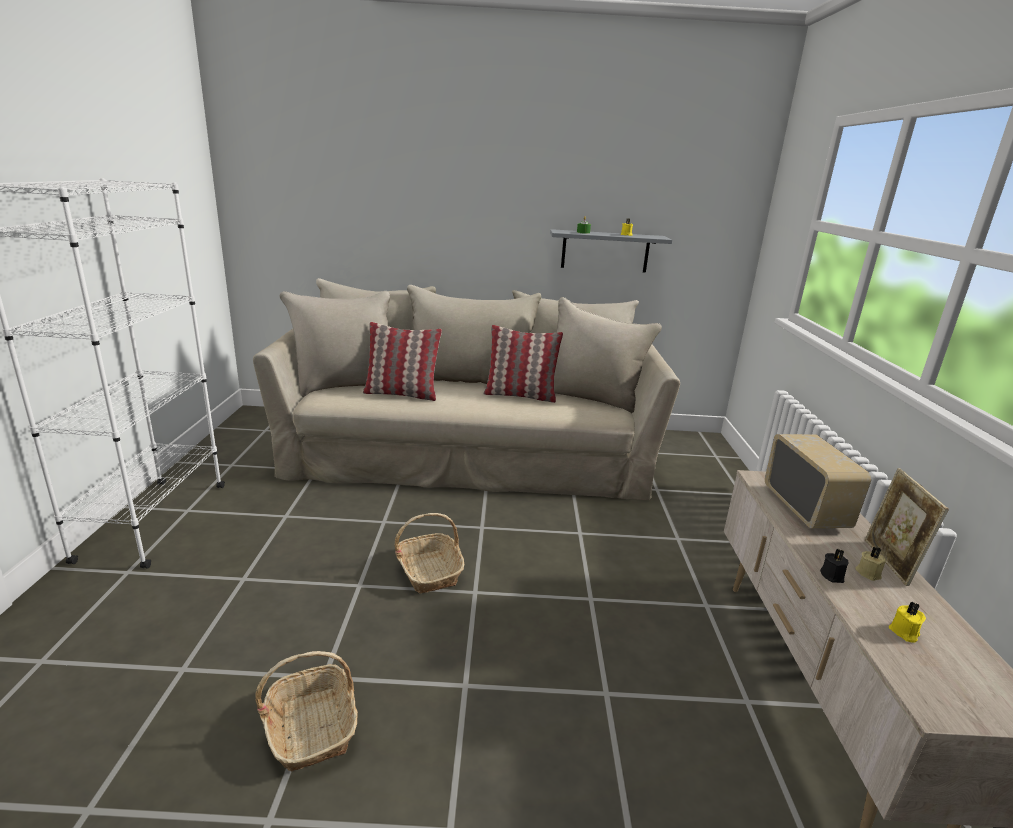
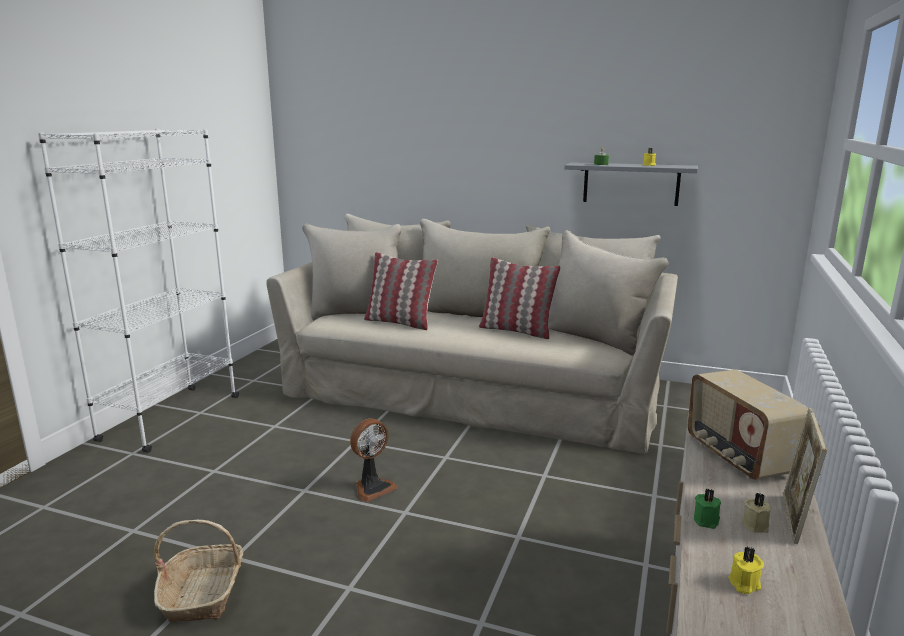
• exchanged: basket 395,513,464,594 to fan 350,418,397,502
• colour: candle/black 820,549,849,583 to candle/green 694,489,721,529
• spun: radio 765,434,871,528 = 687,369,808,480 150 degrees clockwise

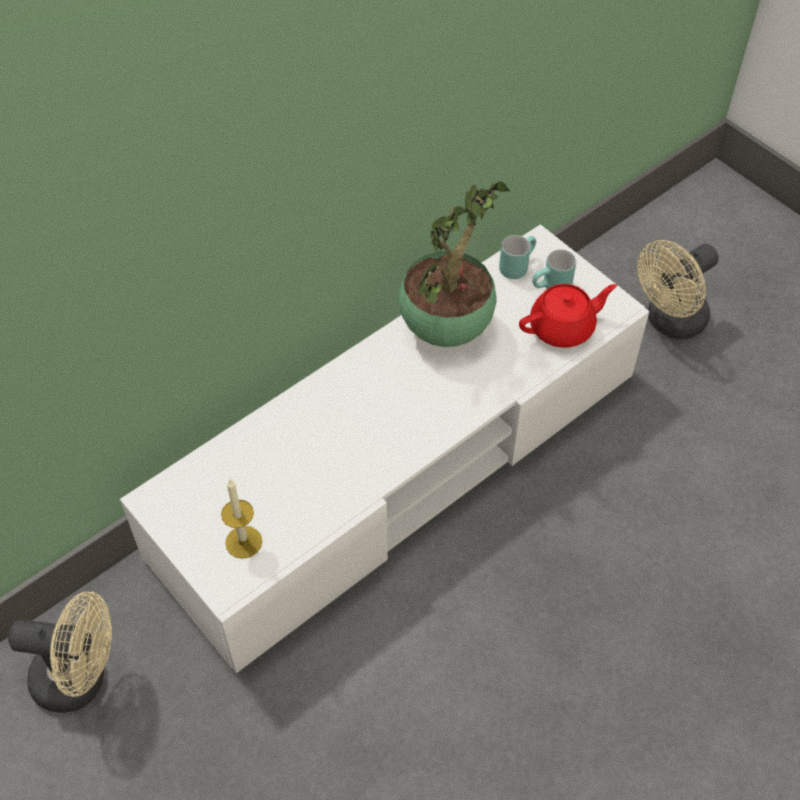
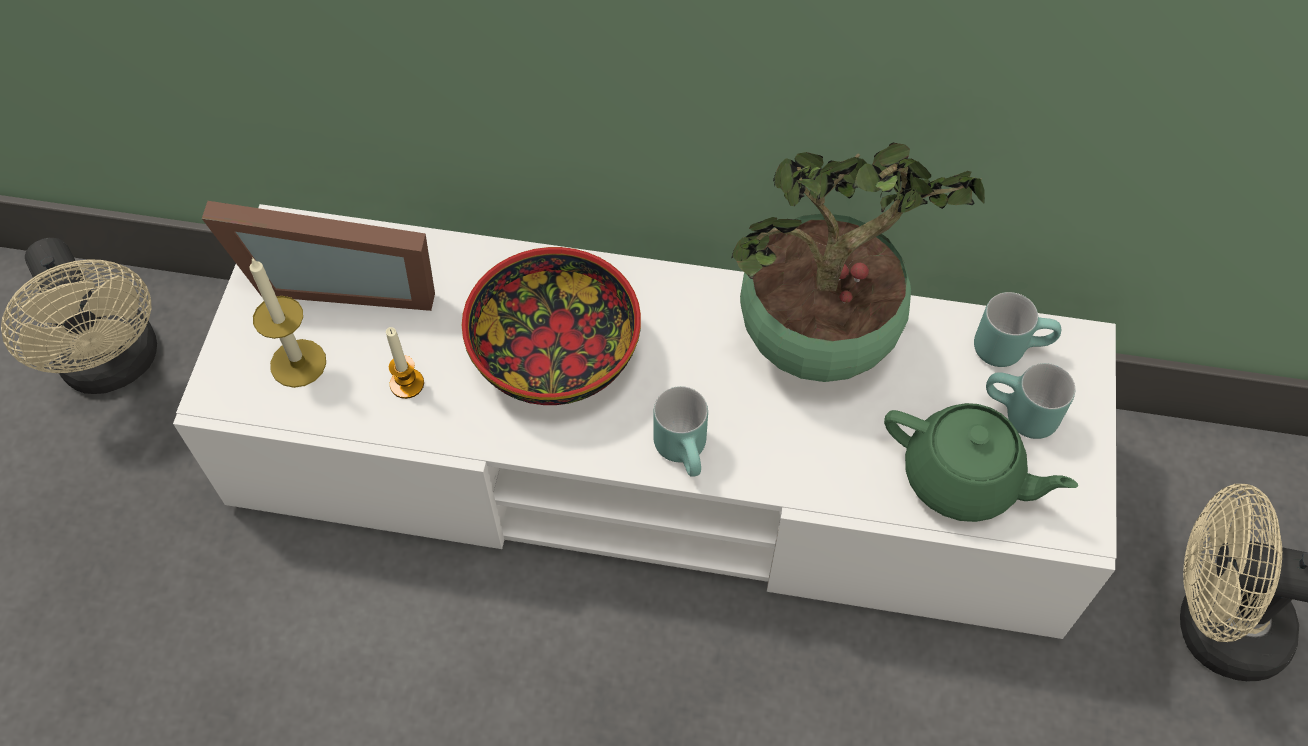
• appeared: picture frame 202,201,435,311
• appeared: candle 386,327,424,399
• appeared: bowl 462,247,641,405
• appeared: mug/turquoise 653,386,708,477
• colour: teapot/red 519,284,617,348 to teapot/green 884,403,1078,522

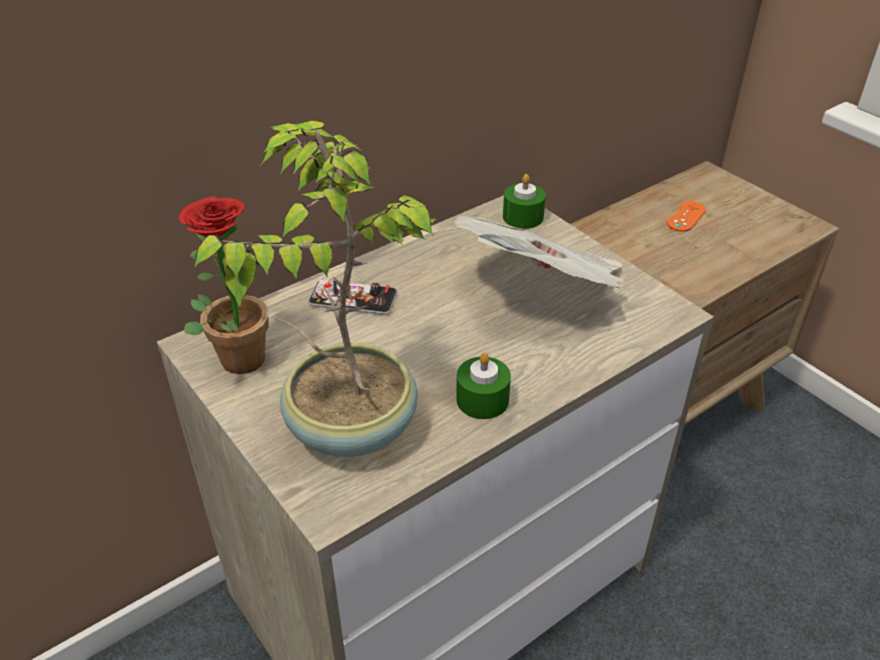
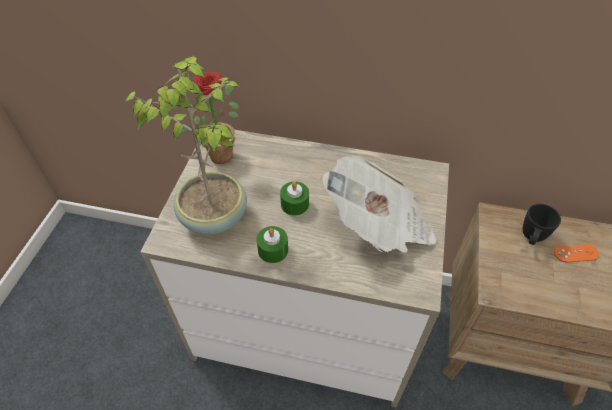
• missing: phone 308,277,397,315
• appeared: mug/black 523,204,561,245
• relocated: candle/green 503,174,546,229 to 280,181,309,216

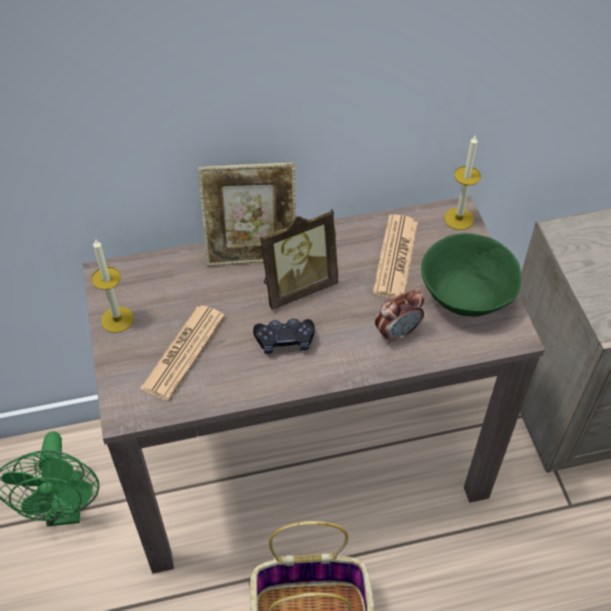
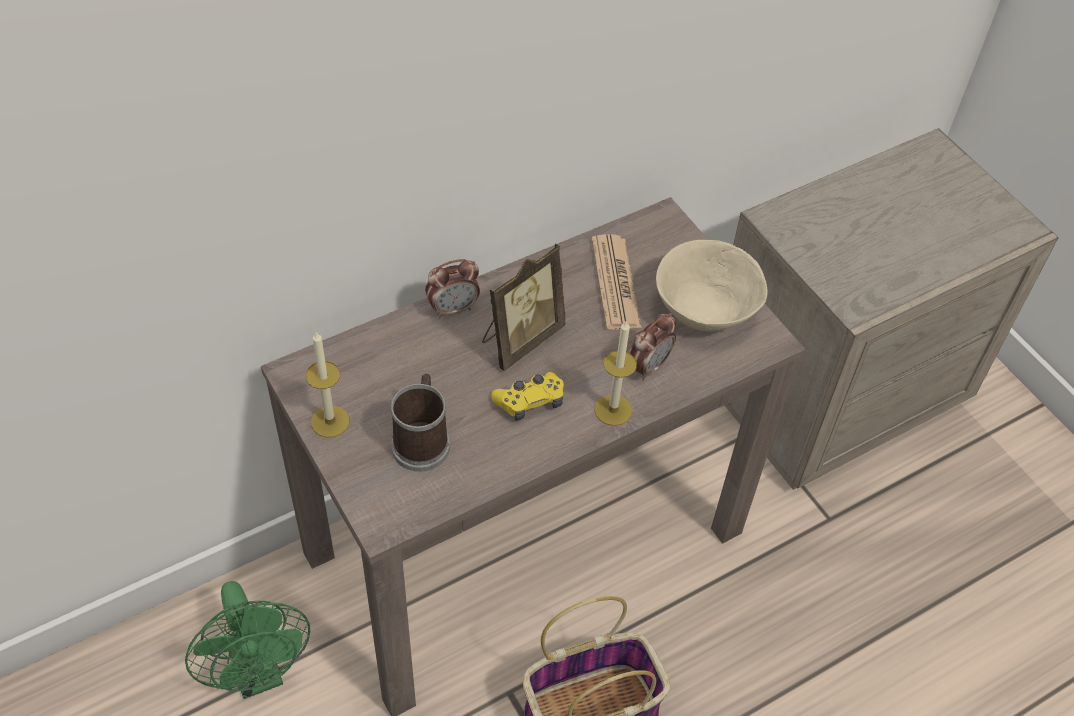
• relocated: candle 444,136,481,230 to 594,320,637,426
• exchanged: newspaper 140,306,225,400 to mug 391,374,450,472
• exchanged: picture frame 198,162,296,266 to alarm clock 425,259,480,318
• colour: game controller/black 253,318,315,354 to game controller/yellow 491,372,564,421
• colour: bowl/green 421,233,521,316 to bowl/beige 656,240,768,332

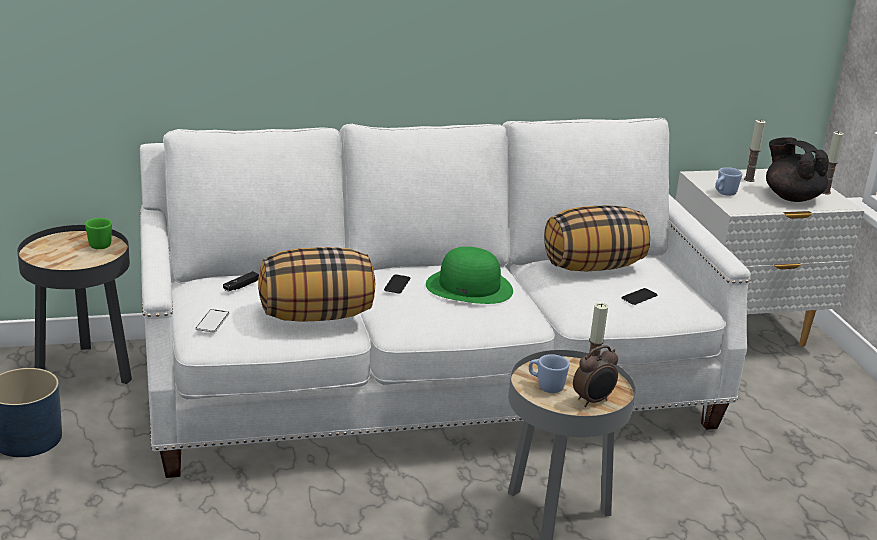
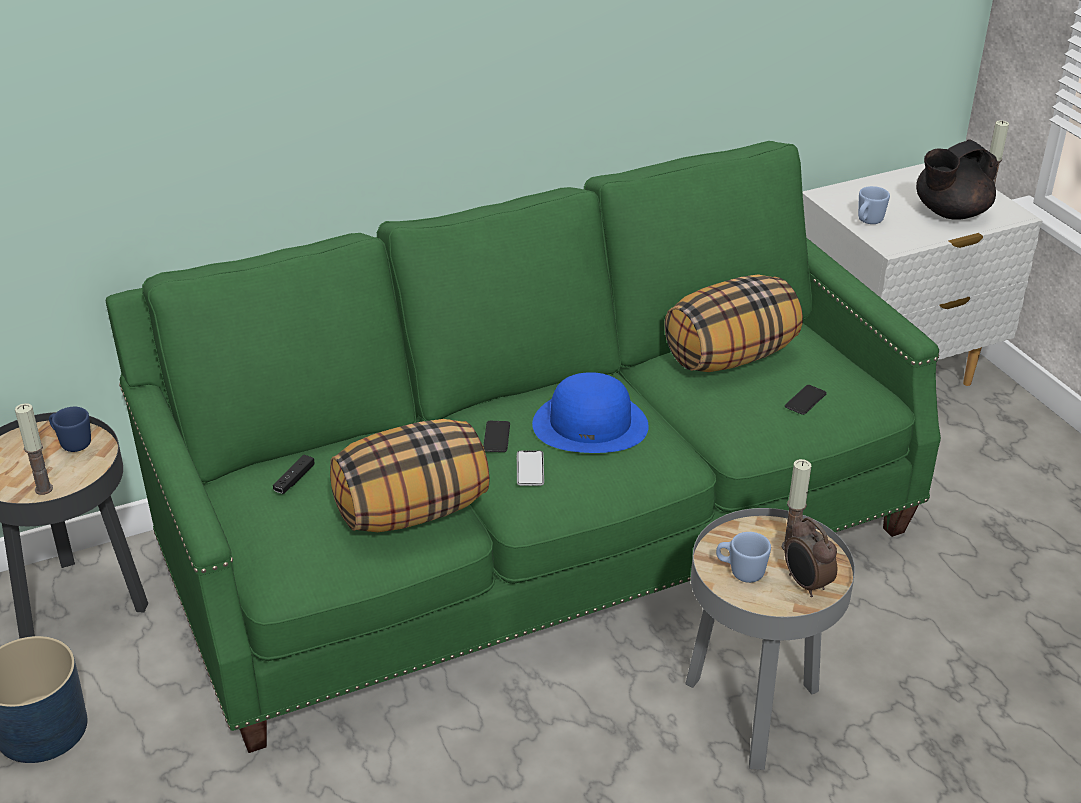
• relocated: phone 195,309,229,332 to 517,450,544,486
• relocated: candle 744,120,766,182 to 15,403,53,495
• colour: mug/green 85,218,112,249 to mug/blue 49,407,91,452
• colour: sofa/white 140,118,751,478 to sofa/green 106,141,941,753
• colour: hat/green 426,247,513,304 to hat/blue 532,372,649,453
• spun: alarm clock 573,345,618,407 = 785,516,837,597 105 degrees clockwise
• spun: teapot/black 766,137,829,202 = 916,139,998,220 75 degrees counterclockwise

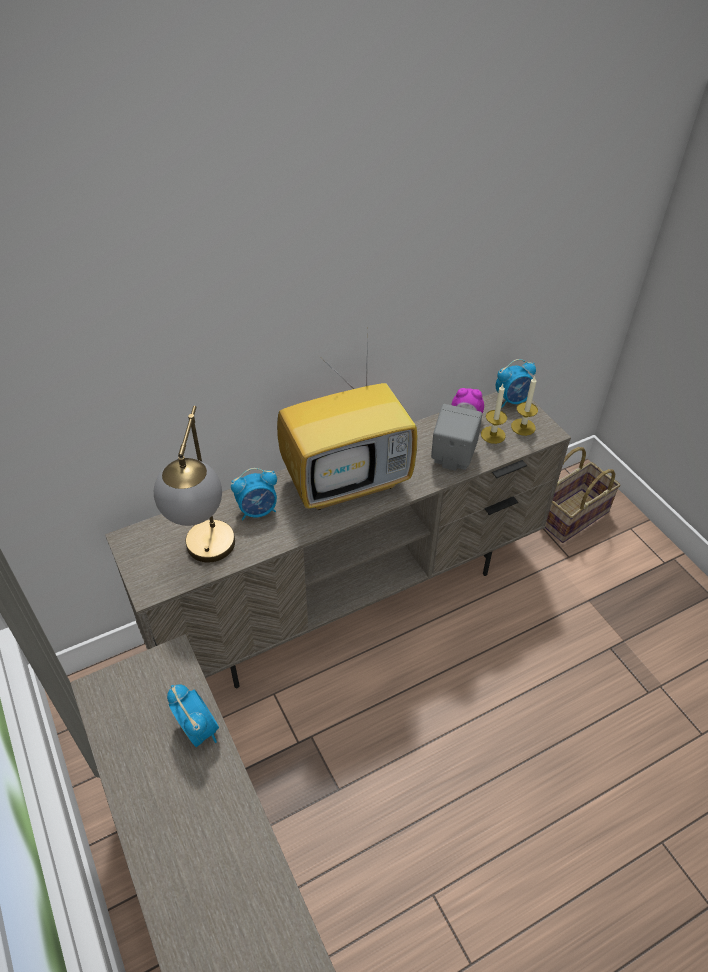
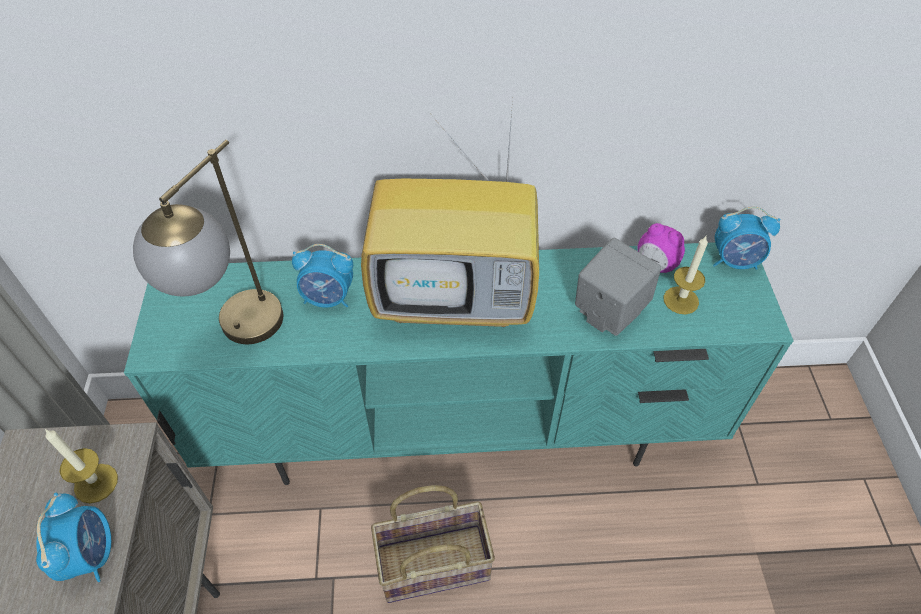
• relocated: candle 511,376,538,436 to 45,429,118,503
• relocated: basket 545,447,621,543 to 371,485,495,603
• colour: tv stand/beige 105,392,571,688 to tv stand/turquoise 124,242,794,485

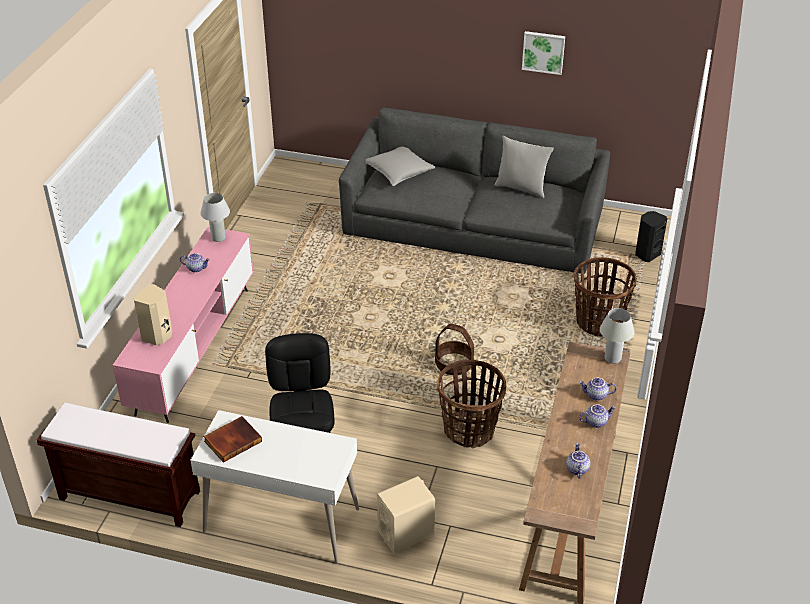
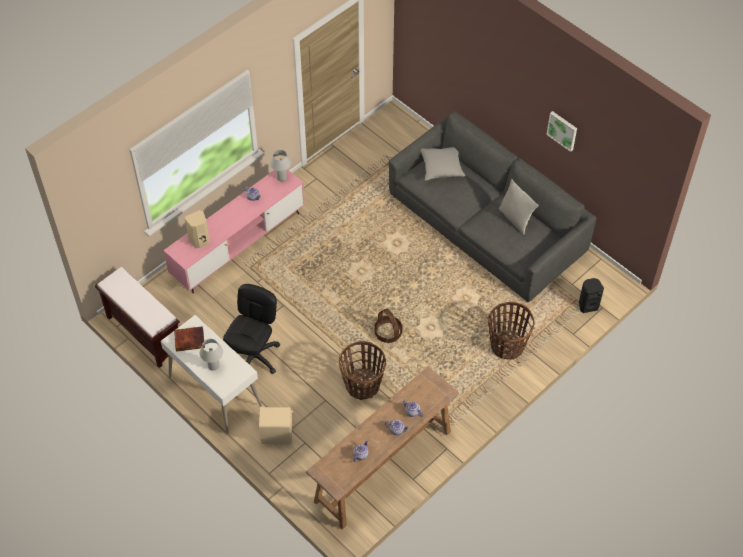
• relocated: table lamp/white 600,308,634,364 to 200,339,223,371

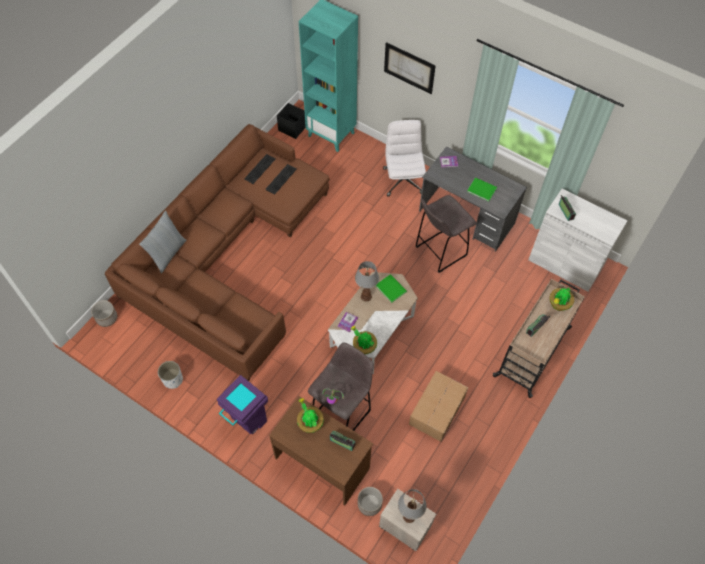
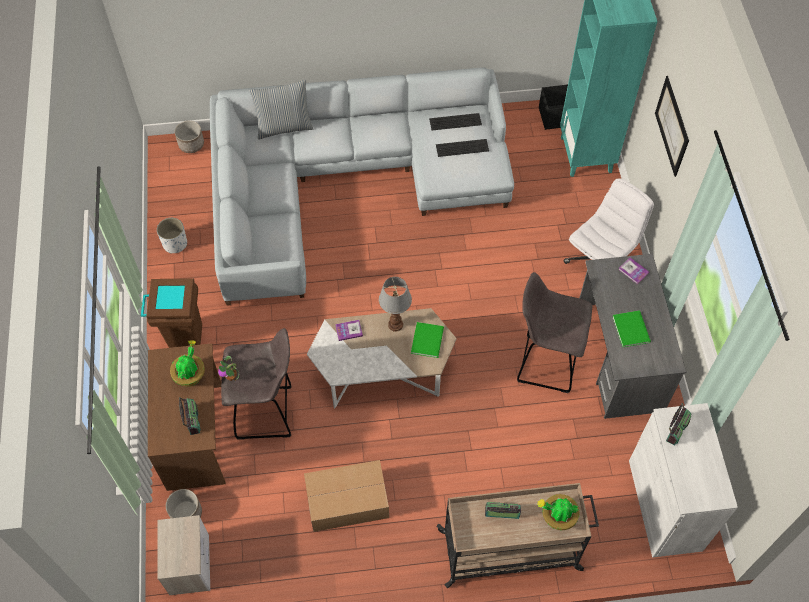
• missing: potted plant 351,326,377,354
• missing: table lamp 398,489,426,523
• colour: sofa/brown 105,124,330,381 to sofa/grey 210,67,514,306
• colour: trash can/purple 217,375,268,434 to trash can/brown 141,278,202,348

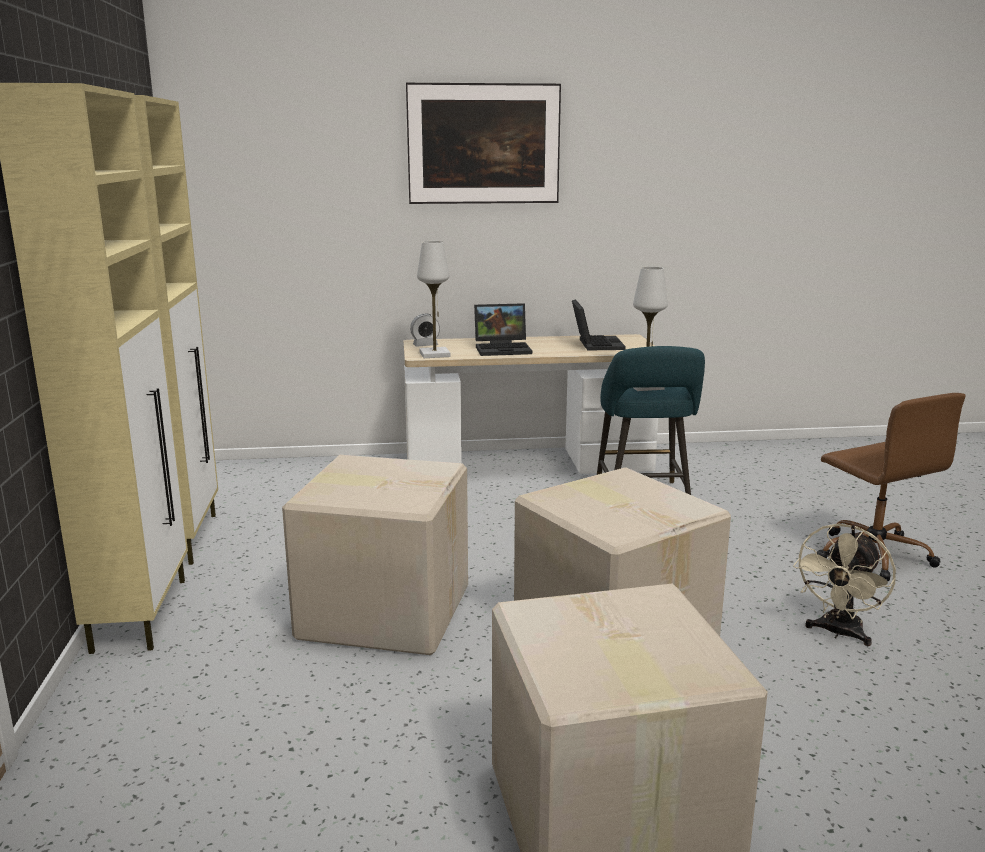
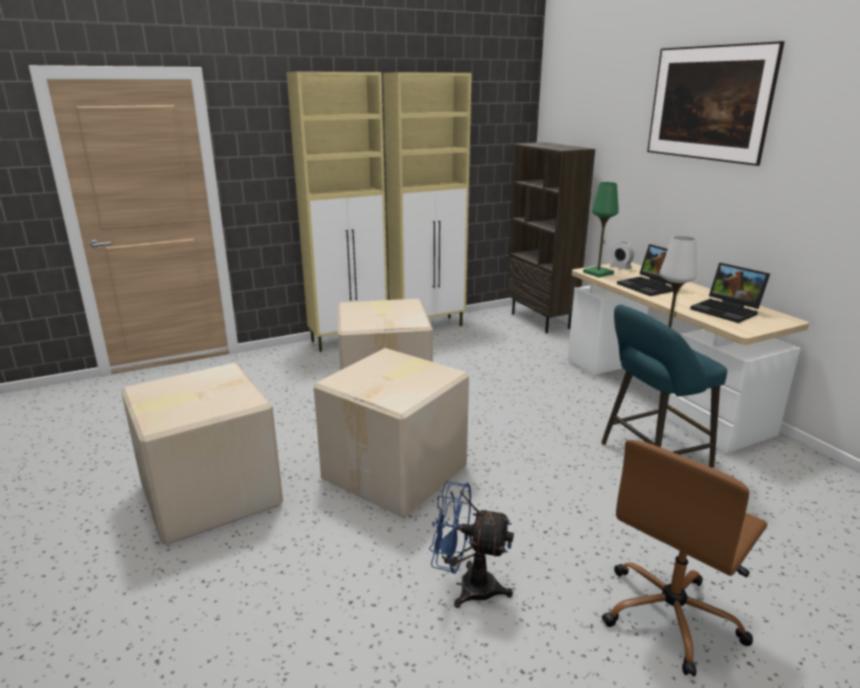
• appeared: bookcase/brown 507,142,595,333
• colour: table lamp/white 417,241,451,358 to table lamp/green 583,182,619,277
• colour: fan/beige 793,523,896,646 to fan/blue 429,482,514,608
• spun: laptop 572,300,626,351 = 690,263,770,323 75 degrees clockwise

